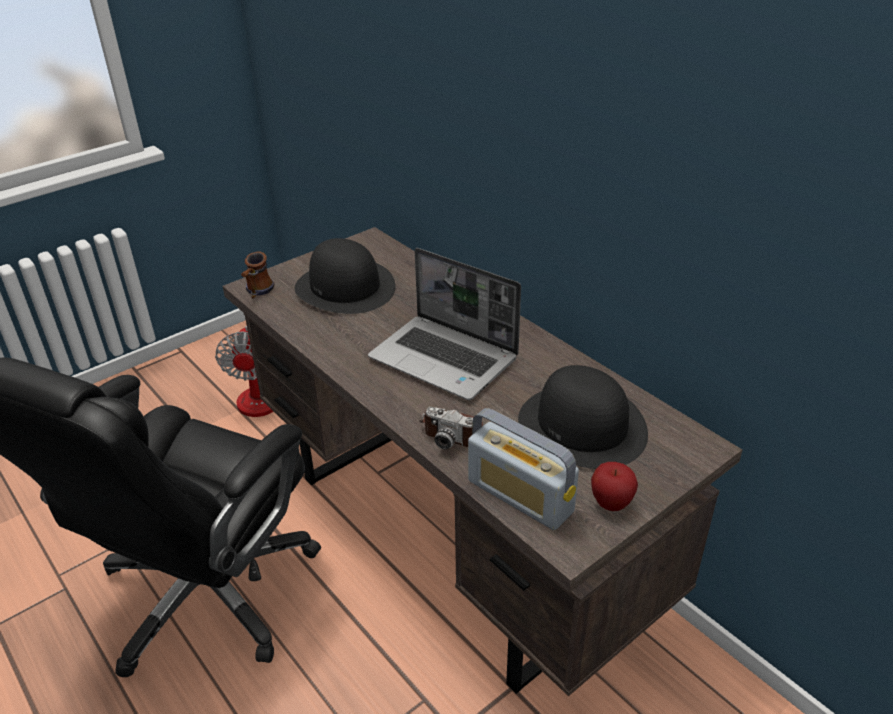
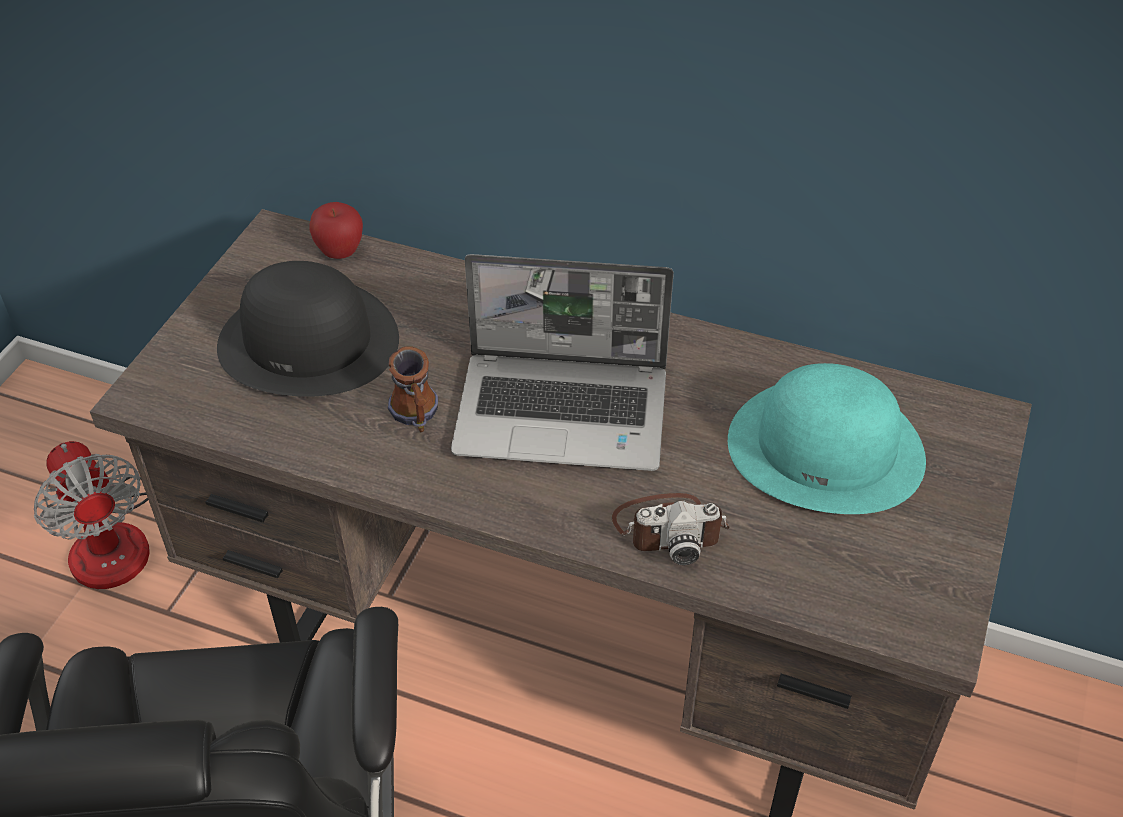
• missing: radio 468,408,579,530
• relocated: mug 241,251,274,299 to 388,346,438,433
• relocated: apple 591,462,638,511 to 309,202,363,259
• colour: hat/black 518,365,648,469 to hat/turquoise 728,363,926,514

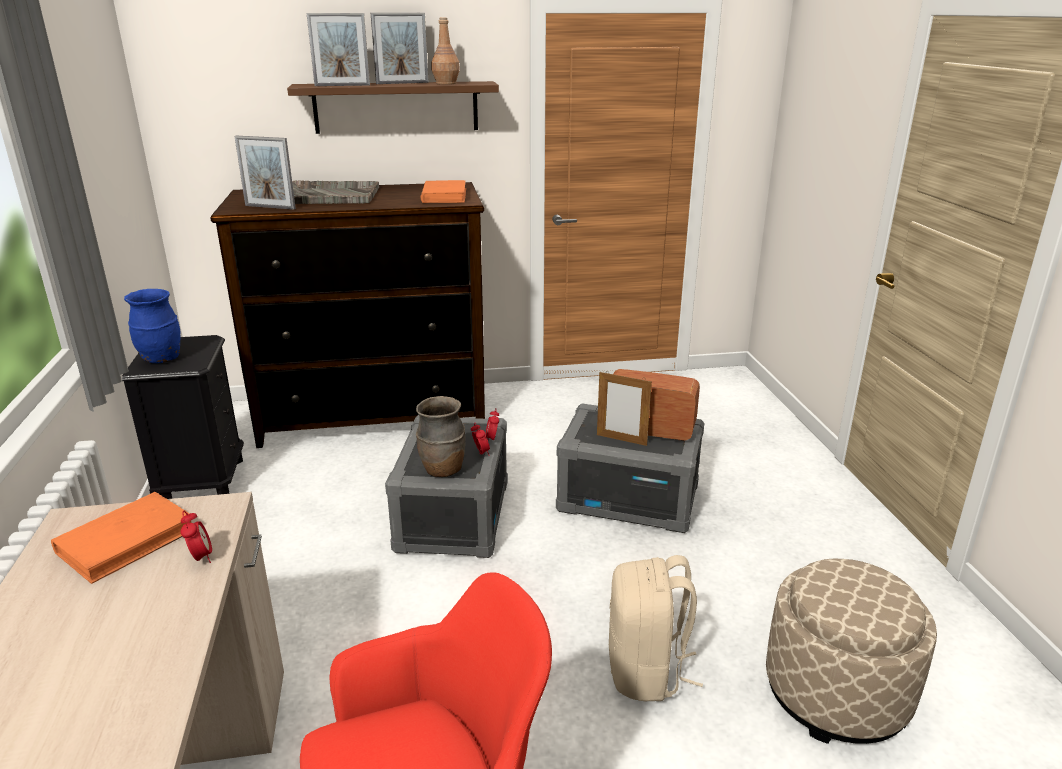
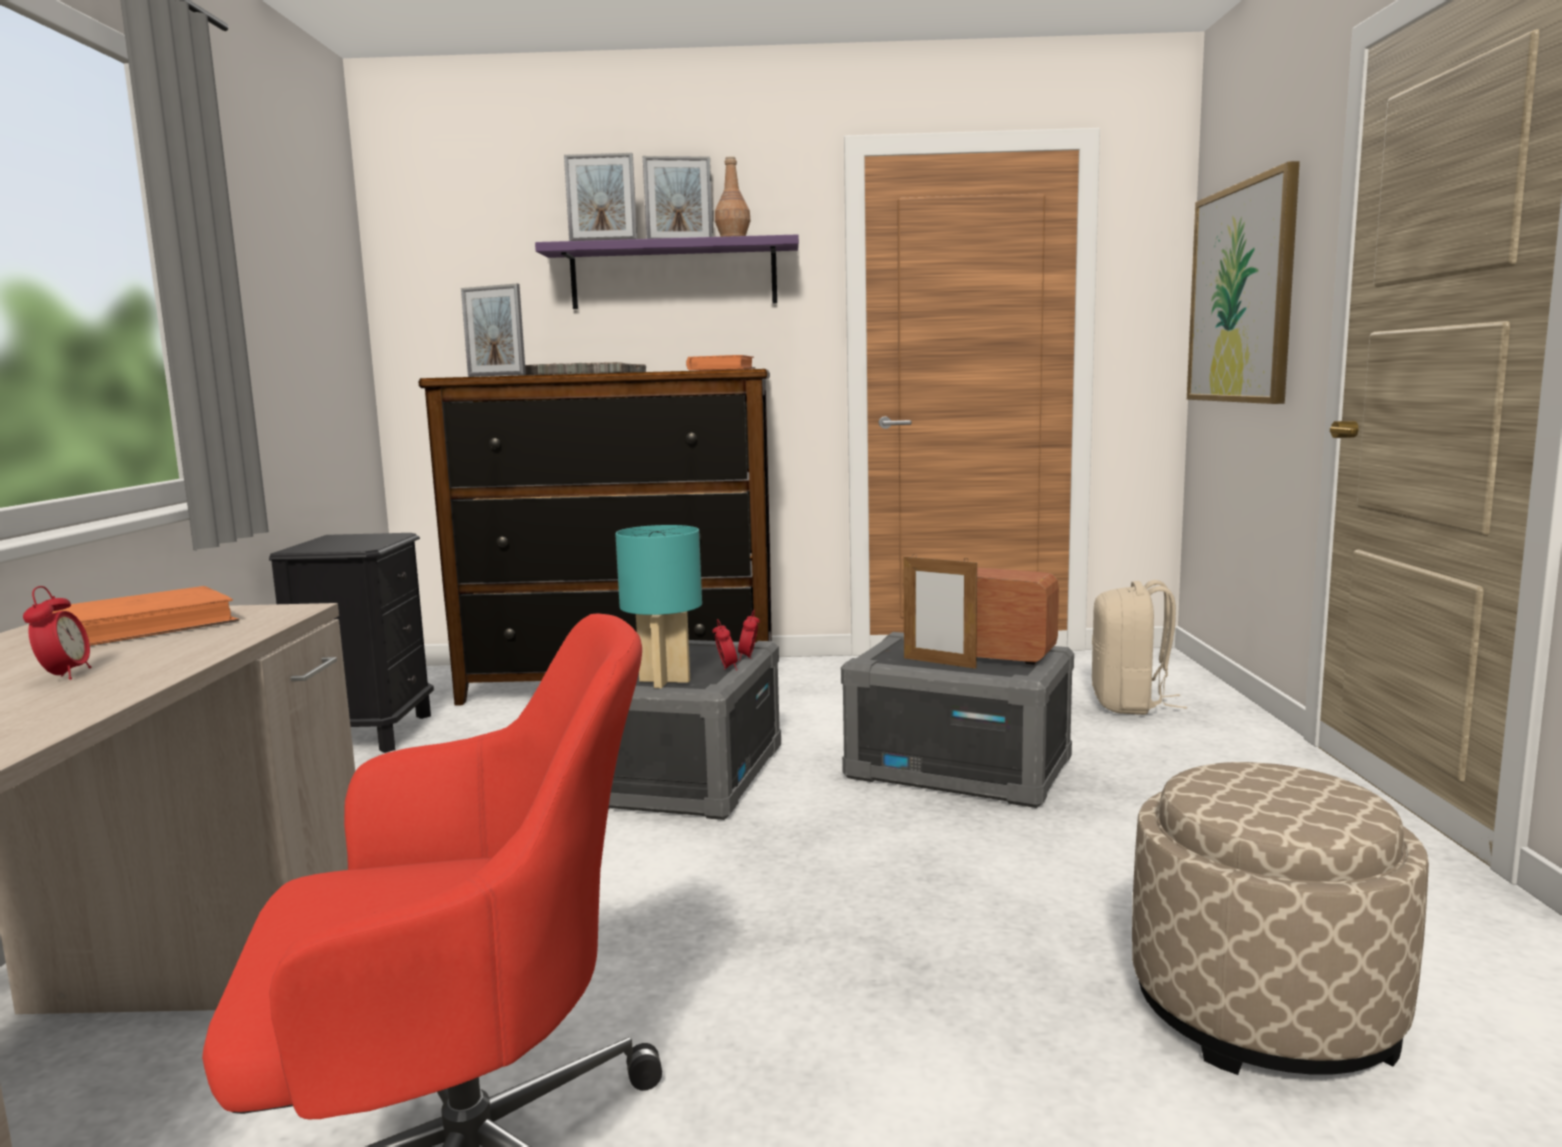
• missing: vase/blue 124,289,180,363
• appeared: picture 1187,161,1300,404
• relocated: alarm clock 180,510,212,563 to 23,586,91,680
• relocated: backpack/beige 609,555,703,701 to 1092,580,1187,715
• exchanged: vase/brown 416,396,466,477 to table lamp/turquoise 615,525,702,688
• colour: shelf/brown 287,81,499,134 to shelf/purple 535,234,799,309

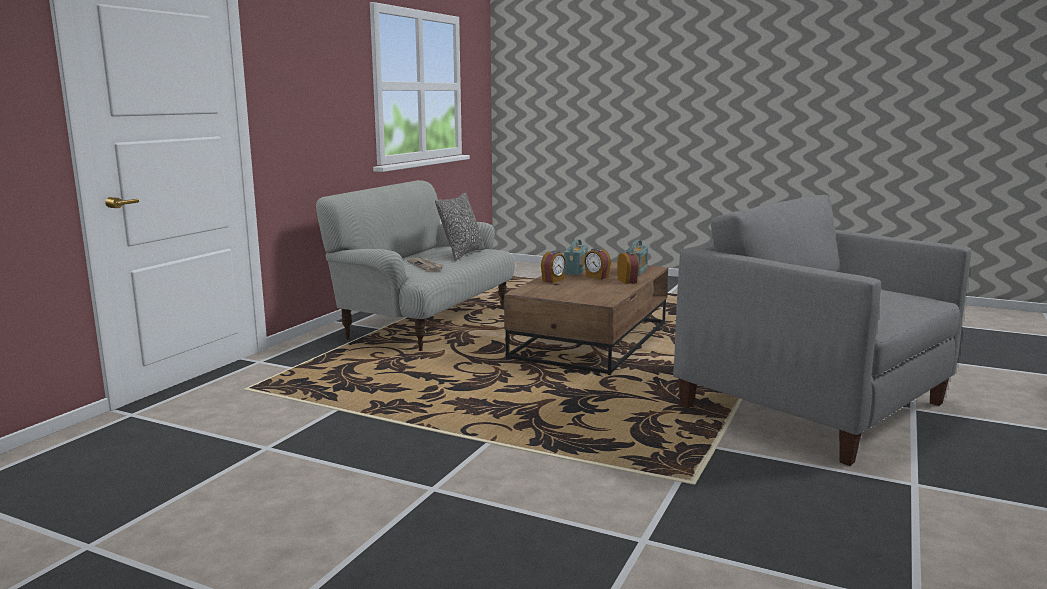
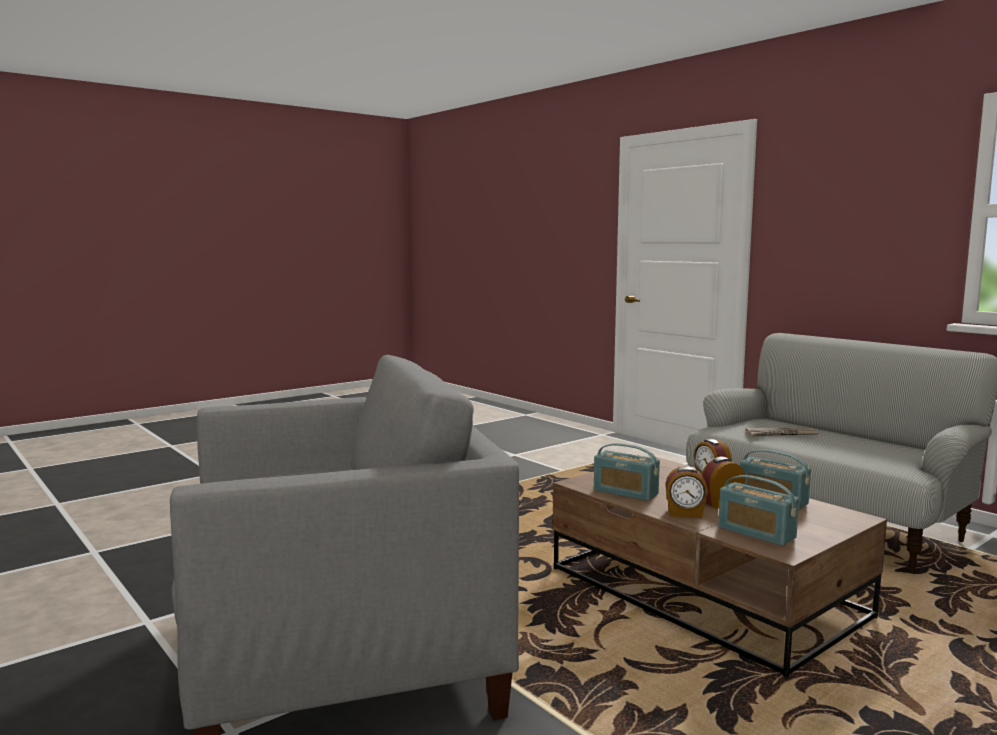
• missing: pillow 435,193,485,261
• appeared: radio 594,443,660,501

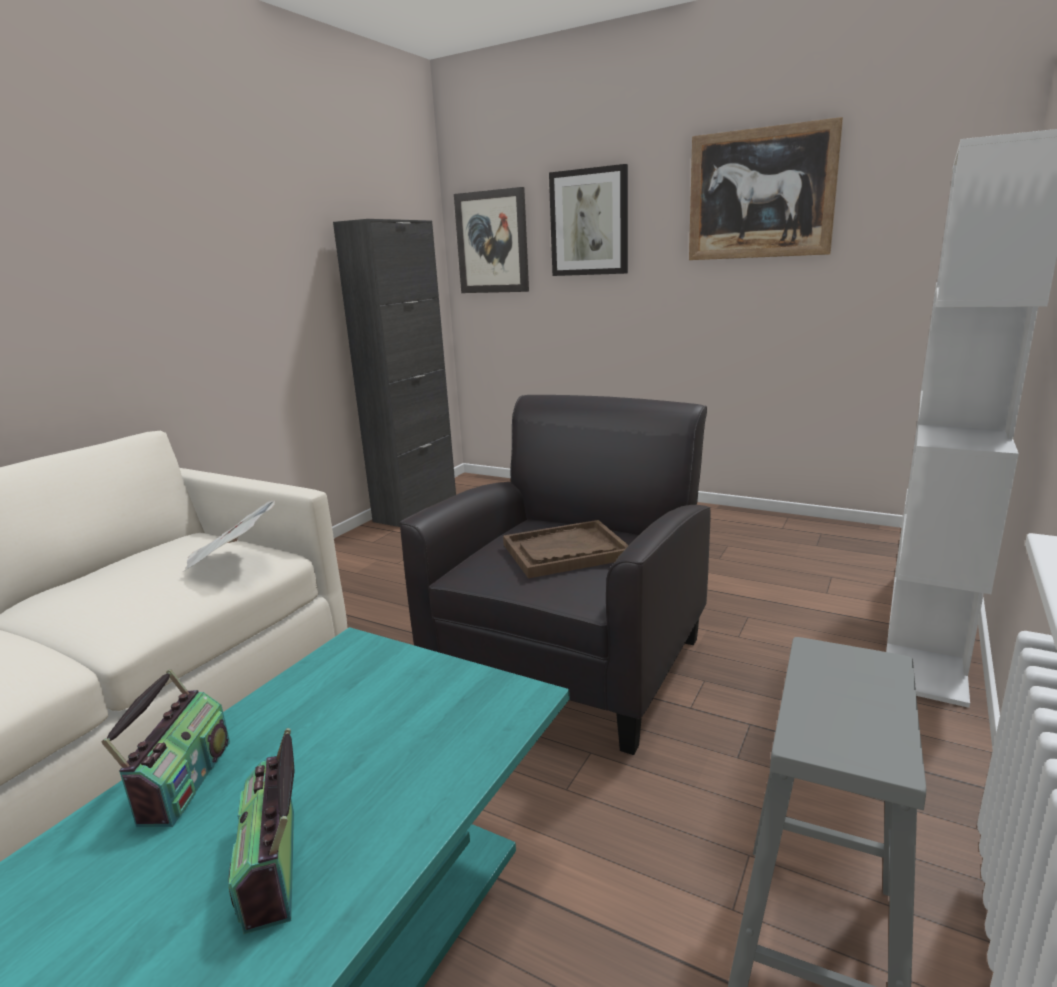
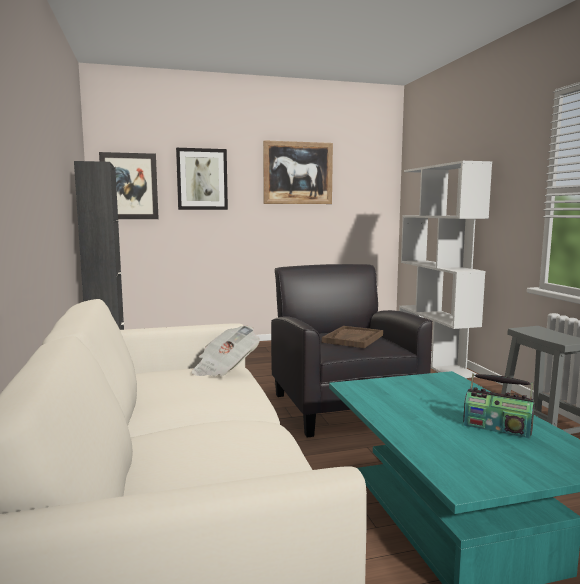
• missing: radio 102,669,230,828

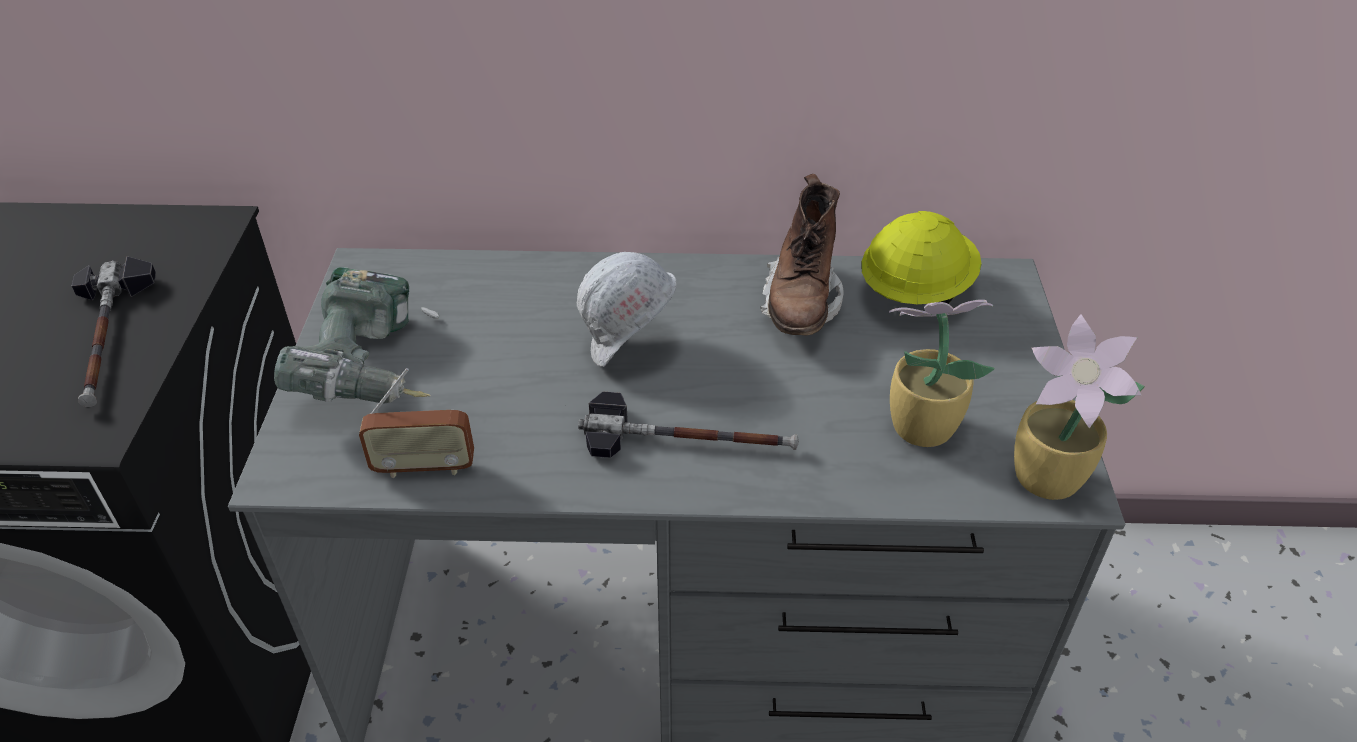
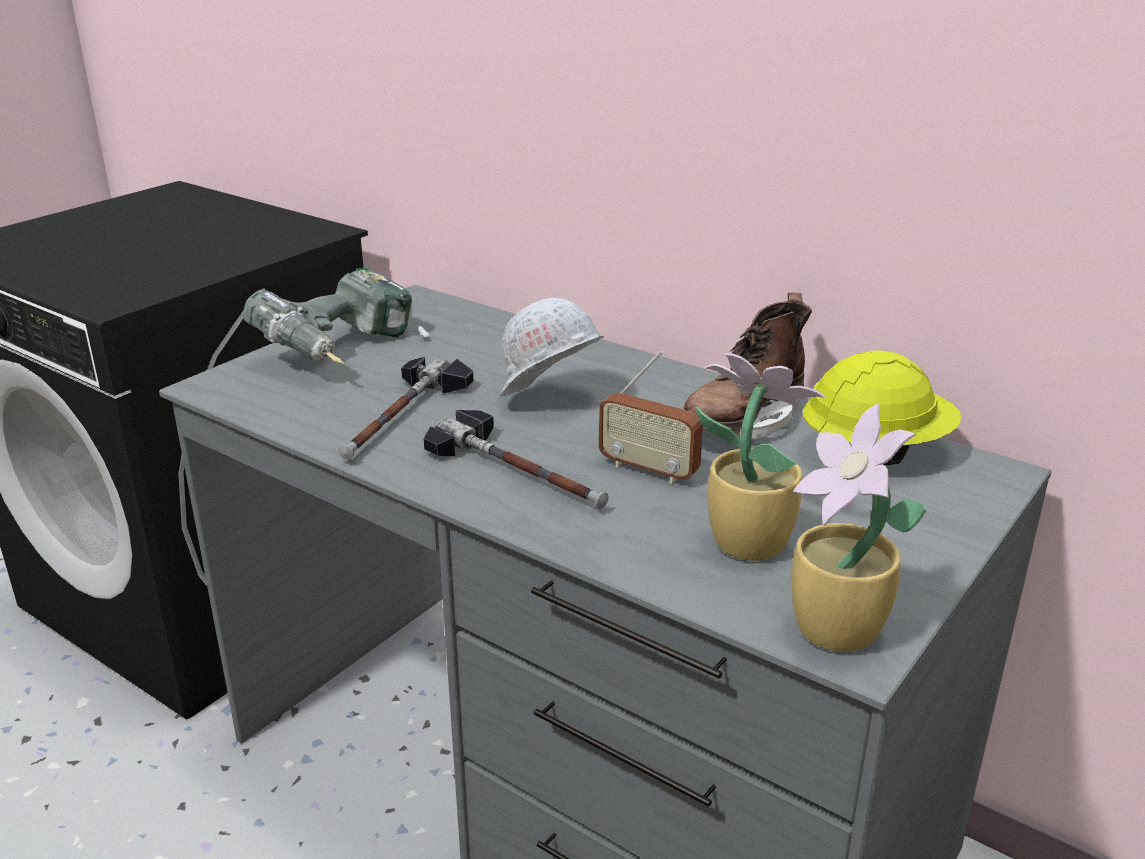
• relocated: hammer 72,256,156,407 to 338,357,474,460
• relocated: radio 359,368,474,478 to 599,350,703,484

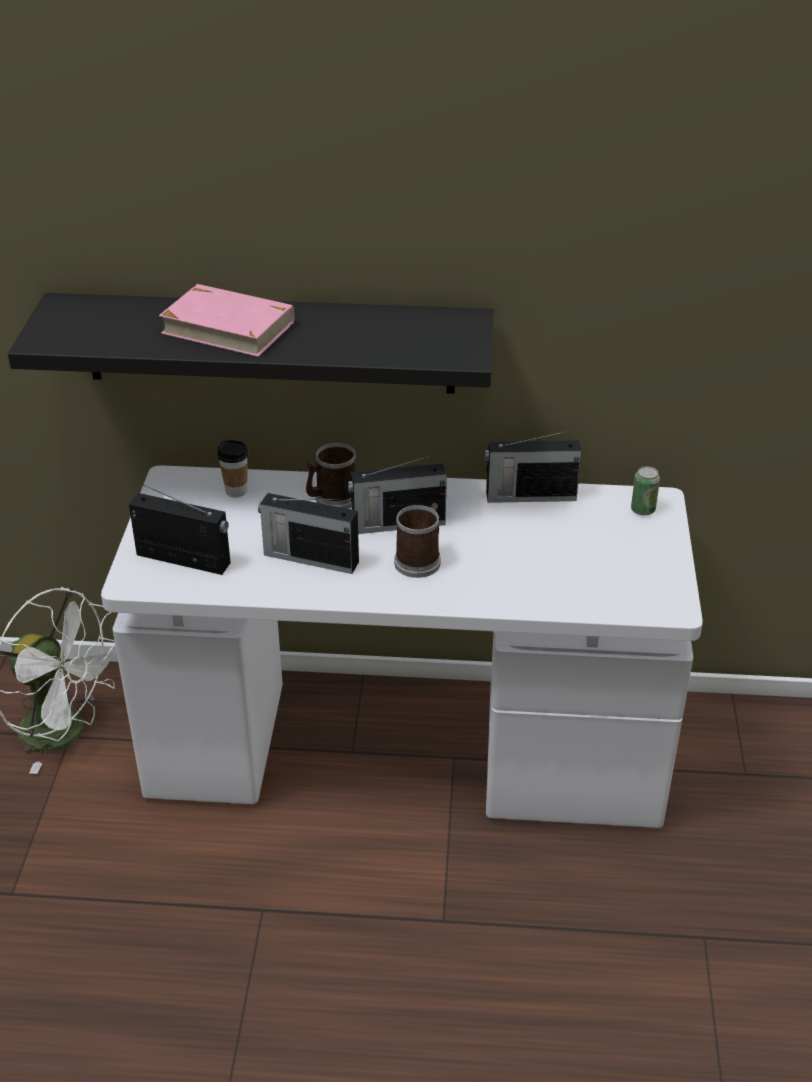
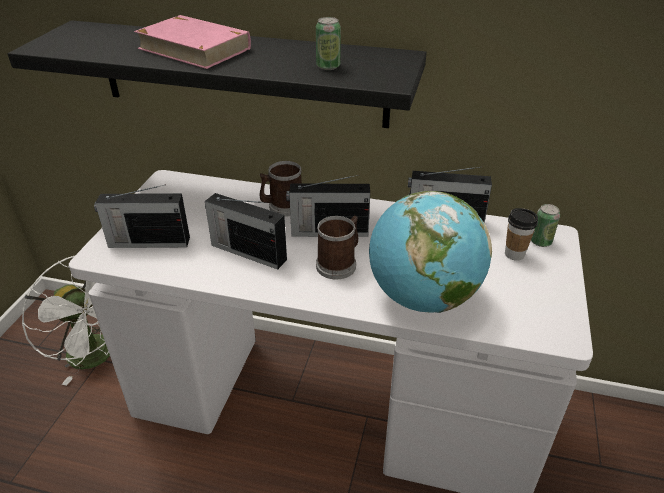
• appeared: can 316,17,341,70
• appeared: globe 369,191,492,313
• relocated: cup 217,440,249,497 to 505,208,538,261
• spun: radio 129,485,231,575 = 94,185,190,248 150 degrees clockwise

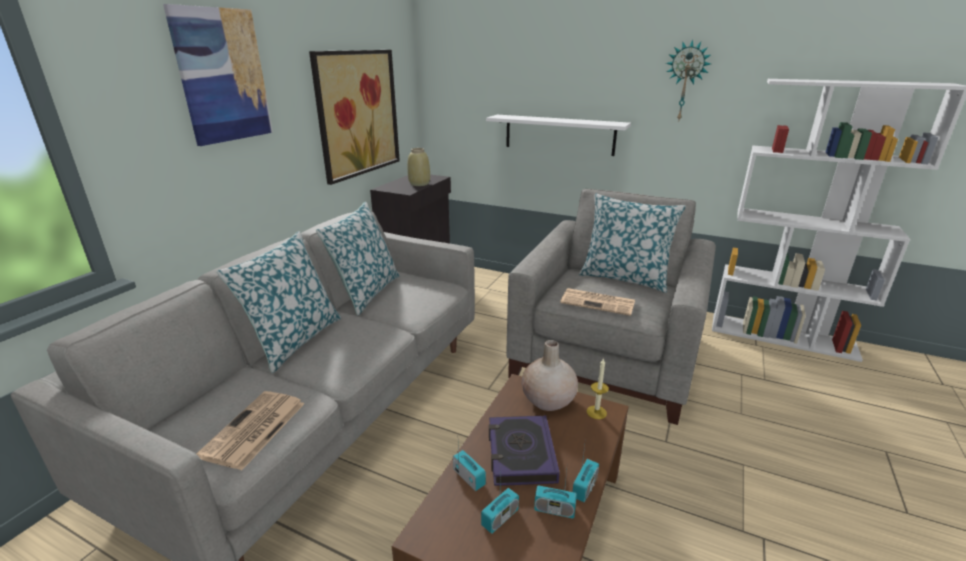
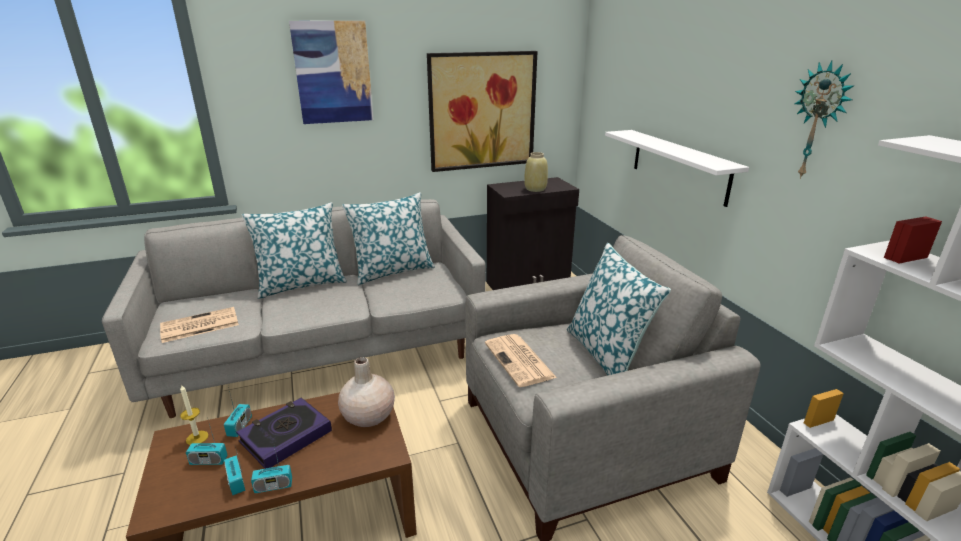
• relocated: candle 587,358,609,419 to 180,384,208,445

